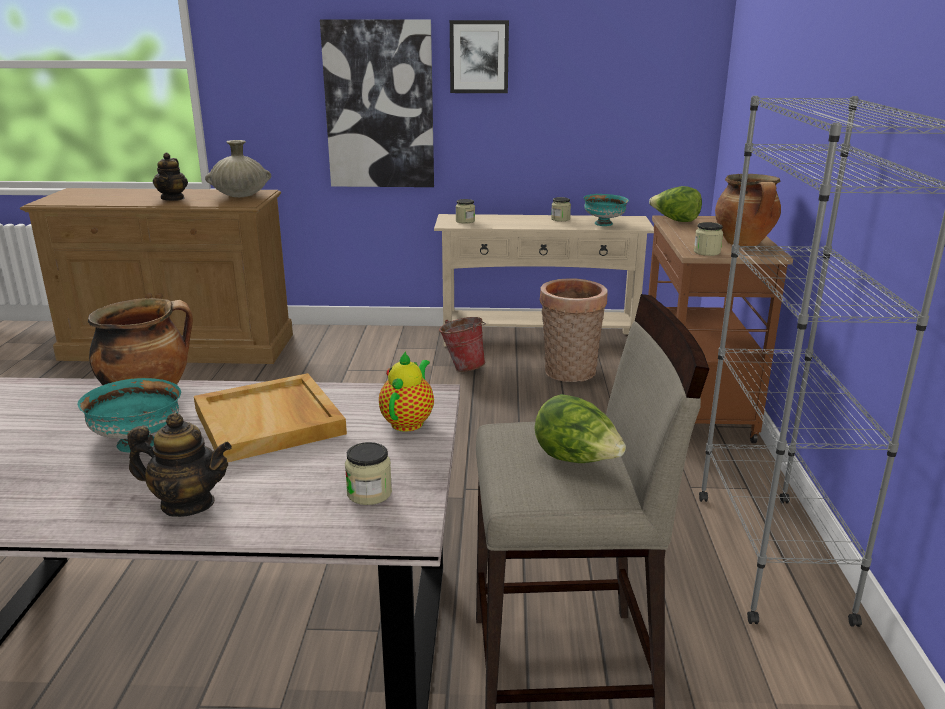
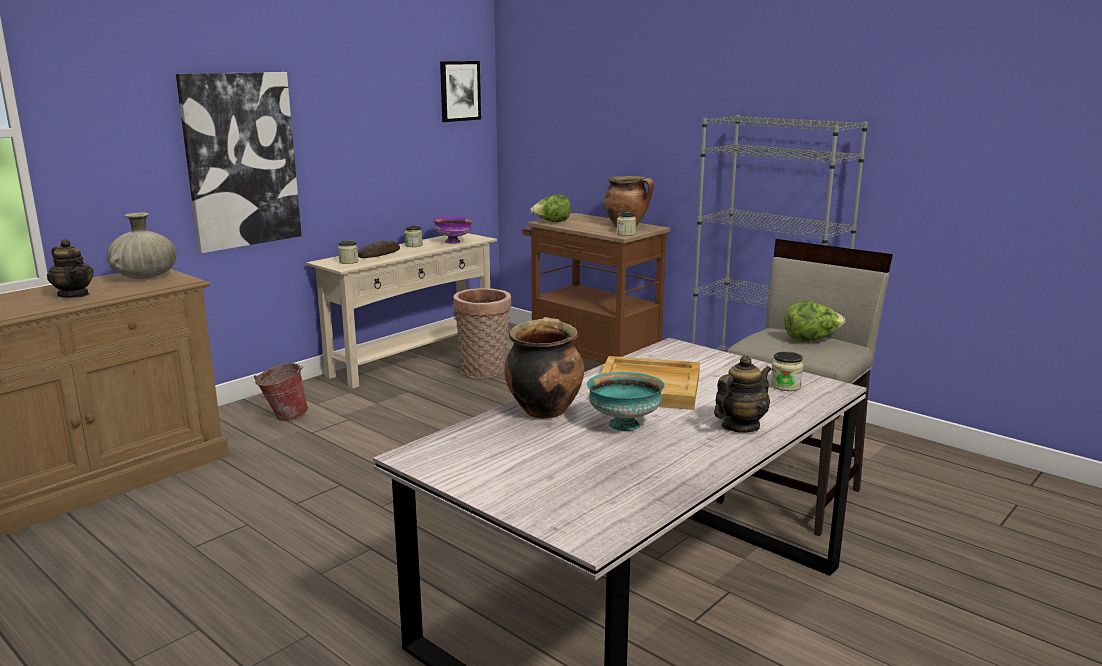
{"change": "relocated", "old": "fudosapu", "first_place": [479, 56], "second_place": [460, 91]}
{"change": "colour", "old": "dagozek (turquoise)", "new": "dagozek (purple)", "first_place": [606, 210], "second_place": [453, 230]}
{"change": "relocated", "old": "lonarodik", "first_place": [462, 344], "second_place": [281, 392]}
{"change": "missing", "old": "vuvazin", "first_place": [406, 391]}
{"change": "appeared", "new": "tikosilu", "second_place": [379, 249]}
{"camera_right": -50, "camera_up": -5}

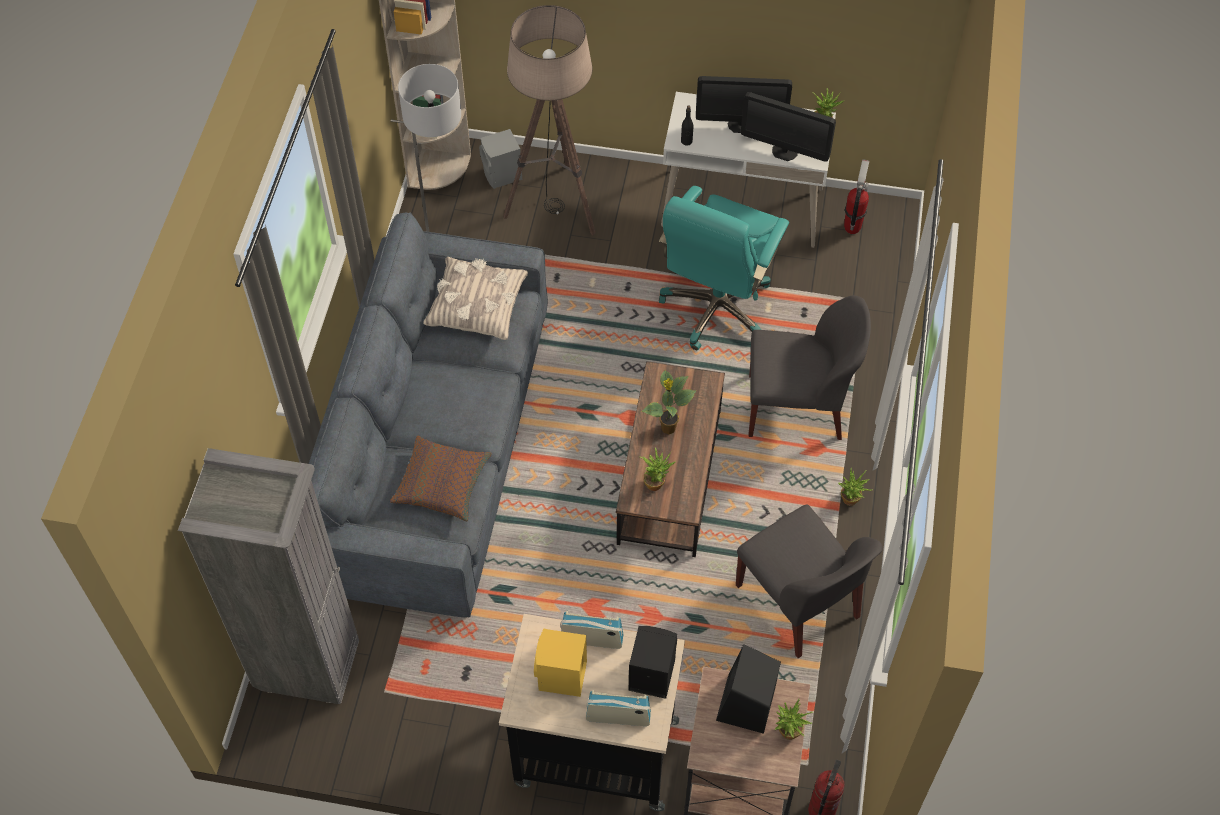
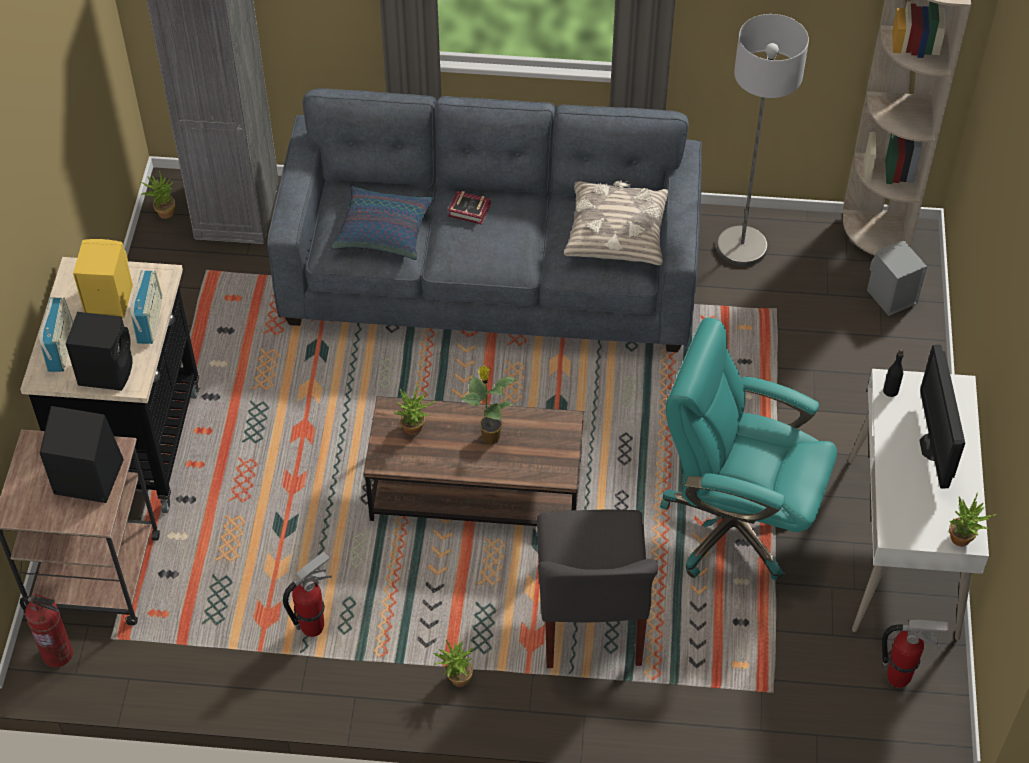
{"change": "missing", "old": "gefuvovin", "first_place": [549, 120]}
{"change": "missing", "old": "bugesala", "first_place": [788, 127]}
{"change": "colour", "old": "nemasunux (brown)", "new": "nemasunux (blue)", "first_place": [441, 478], "second_place": [382, 223]}
{"change": "exchanged", "old": "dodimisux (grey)", "new": "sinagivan", "first_place": [809, 581], "second_place": [307, 594]}
{"change": "relocated", "old": "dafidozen", "first_place": [794, 719], "second_place": [157, 195]}
{"change": "appeared", "new": "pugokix", "second_place": [469, 208]}
{"camera_right": 85, "camera_up": -5}

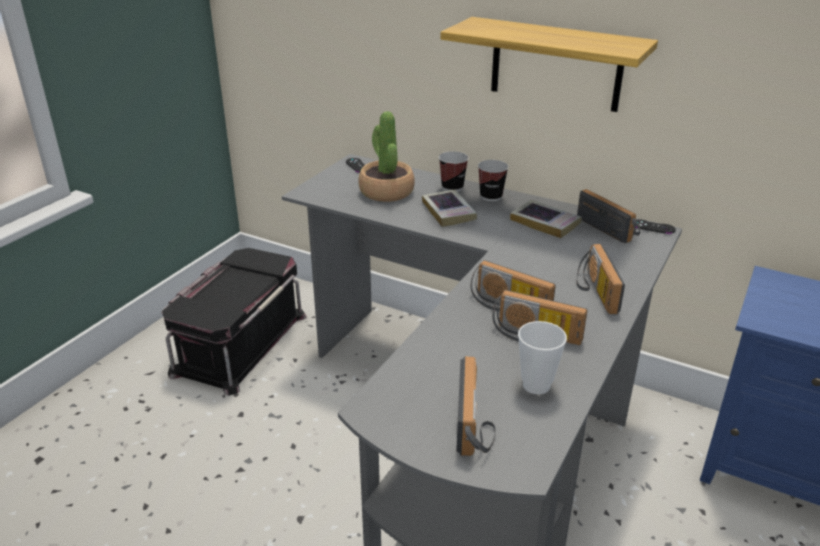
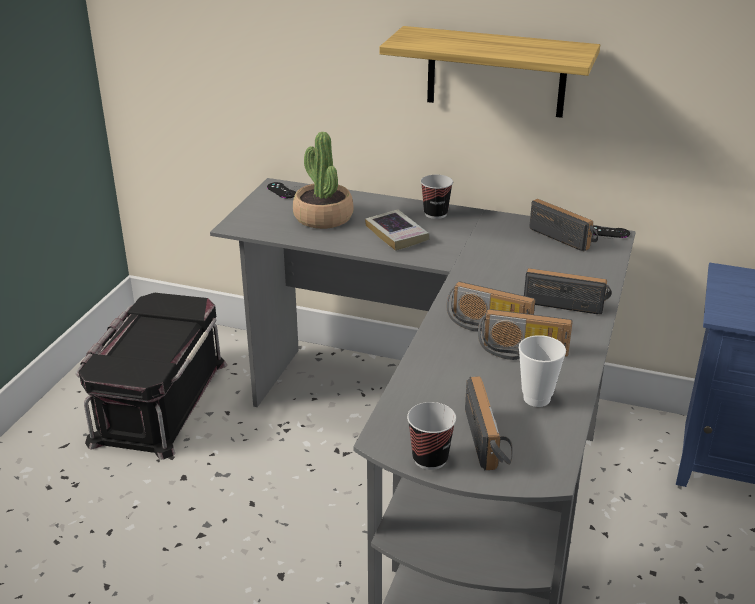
{"change": "relocated", "old": "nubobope", "first_place": [454, 171], "second_place": [431, 436]}
{"change": "missing", "old": "pugokix", "first_place": [546, 219]}
{"change": "spun", "old": "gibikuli", "first_place": [601, 279], "second_place": [568, 291], "degrees": 120}
{"camera_right": -10, "camera_up": 0}

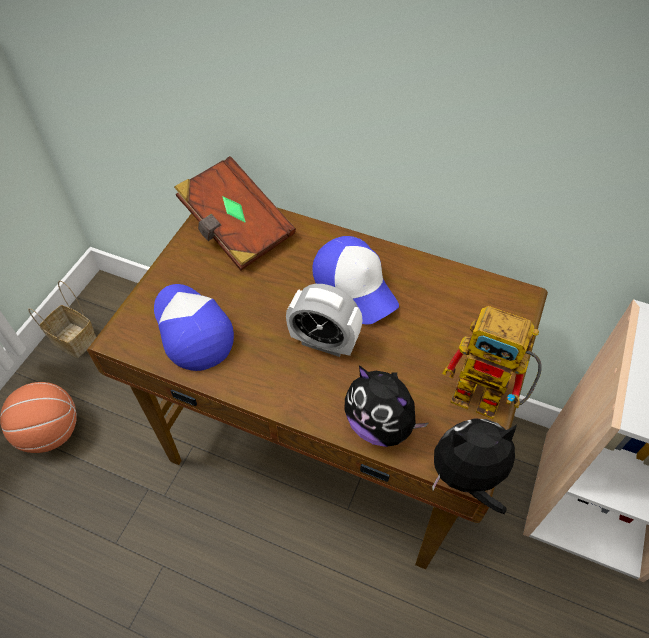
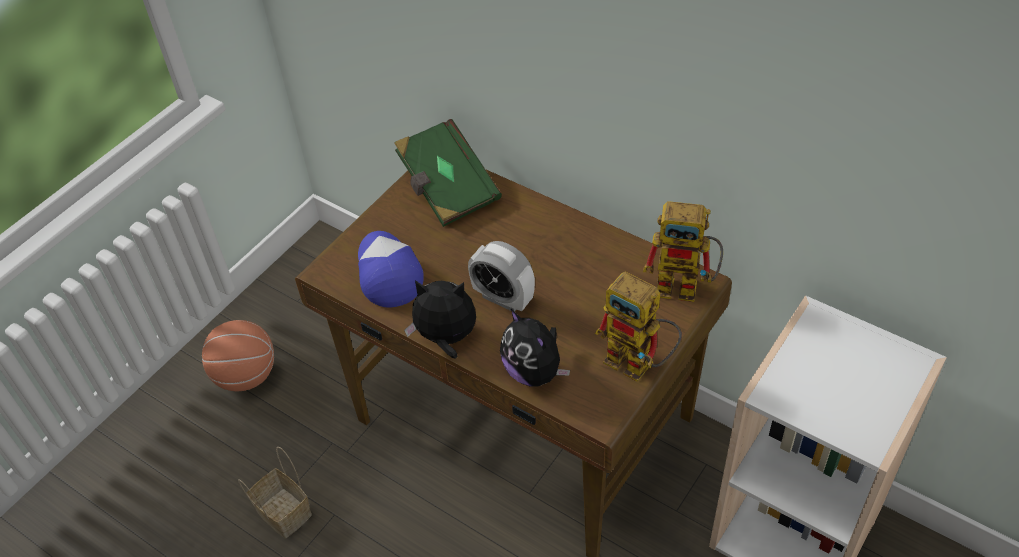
{"change": "colour", "old": "pugokix (brown)", "new": "pugokix (green)", "first_place": [235, 213], "second_place": [448, 173]}
{"change": "missing", "old": "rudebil", "first_place": [355, 280]}
{"change": "relocated", "old": "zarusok", "first_place": [62, 319], "second_place": [275, 492]}
{"change": "relocated", "old": "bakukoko", "first_place": [474, 466], "second_place": [440, 319]}
{"change": "appeared", "new": "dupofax", "second_place": [683, 251]}
{"camera_right": 15, "camera_up": -5}

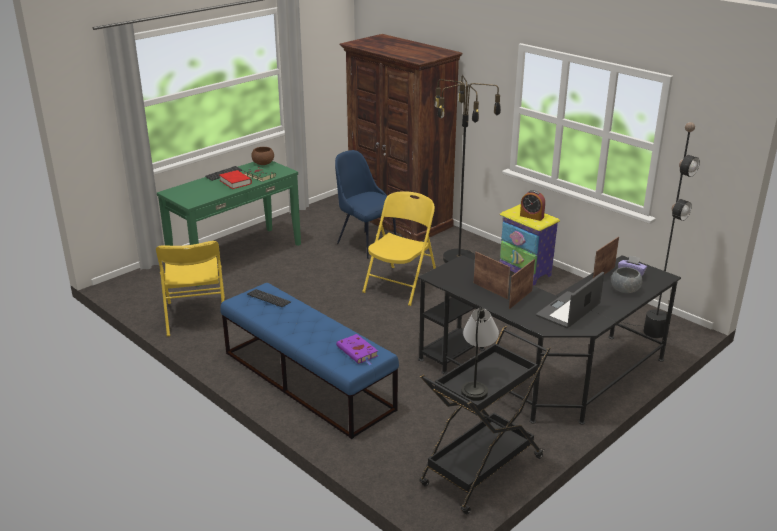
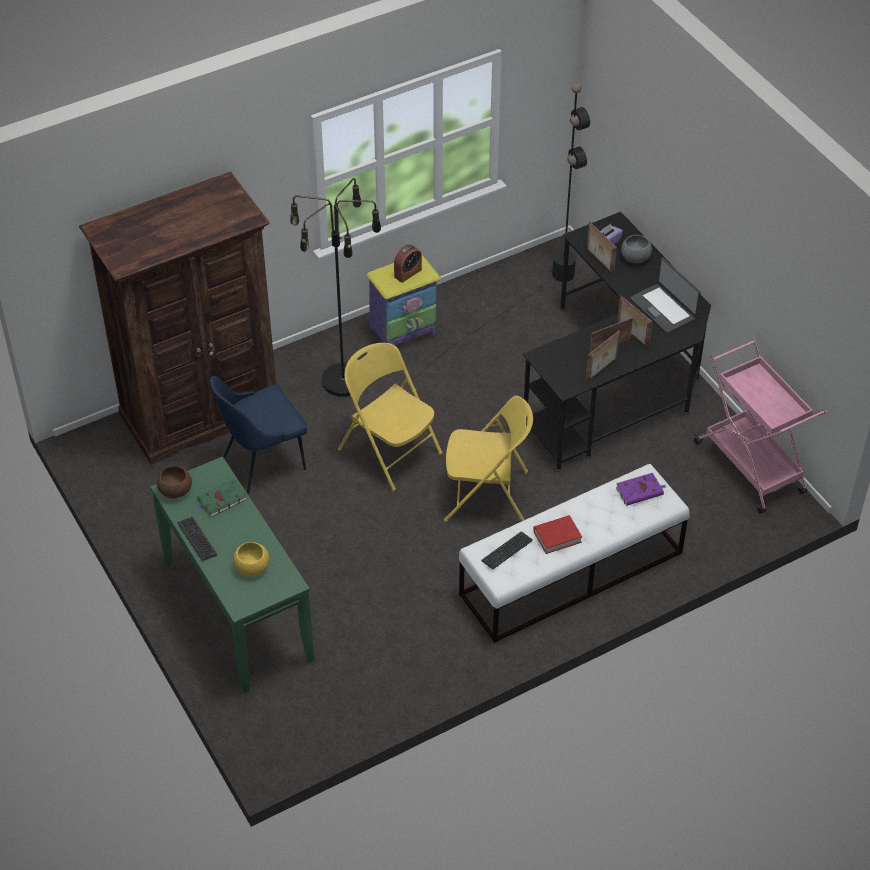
{"change": "relocated", "old": "pugokix (red)", "first_place": [236, 179], "second_place": [557, 534]}
{"change": "relocated", "old": "dodimisux (yellow)", "first_place": [190, 288], "second_place": [488, 459]}
{"change": "colour", "old": "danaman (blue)", "new": "danaman (white)", "first_place": [309, 361], "second_place": [574, 553]}
{"change": "missing", "old": "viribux", "first_place": [480, 354]}
{"change": "colour", "old": "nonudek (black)", "new": "nonudek (pink)", "first_place": [485, 420], "second_place": [760, 425]}
{"change": "appeared", "new": "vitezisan", "second_place": [602, 356]}
{"change": "appeared", "new": "dagozek (yellow)", "second_place": [251, 559]}
{"camera_right": -75, "camera_up": 20}

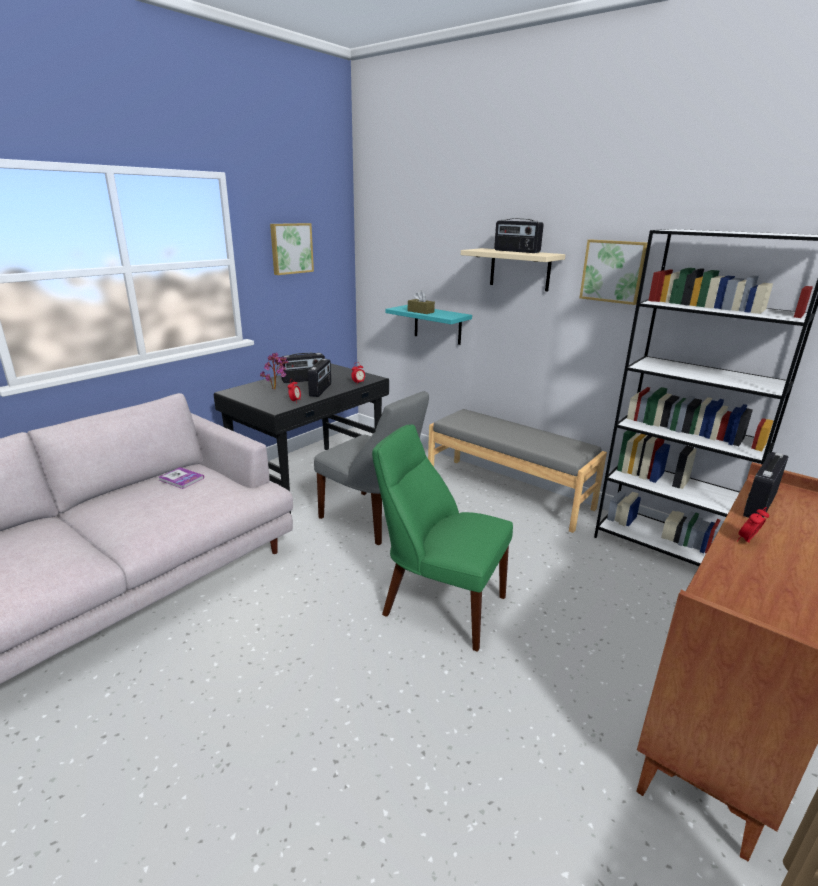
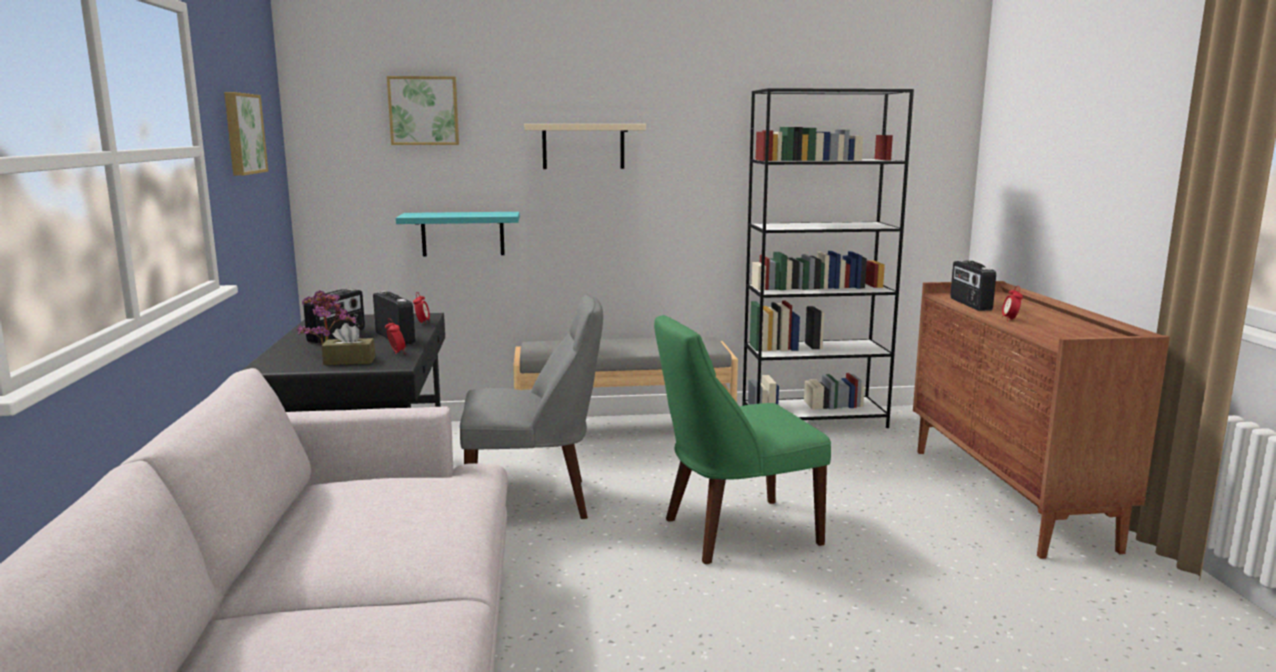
{"change": "missing", "old": "gibikuli", "first_place": [519, 235]}
{"change": "relocated", "old": "fudosapu", "first_place": [614, 272], "second_place": [423, 110]}
{"change": "relocated", "old": "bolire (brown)", "first_place": [421, 302], "second_place": [348, 344]}
{"change": "missing", "old": "pugokix", "first_place": [181, 478]}
{"camera_right": -45, "camera_up": -10}

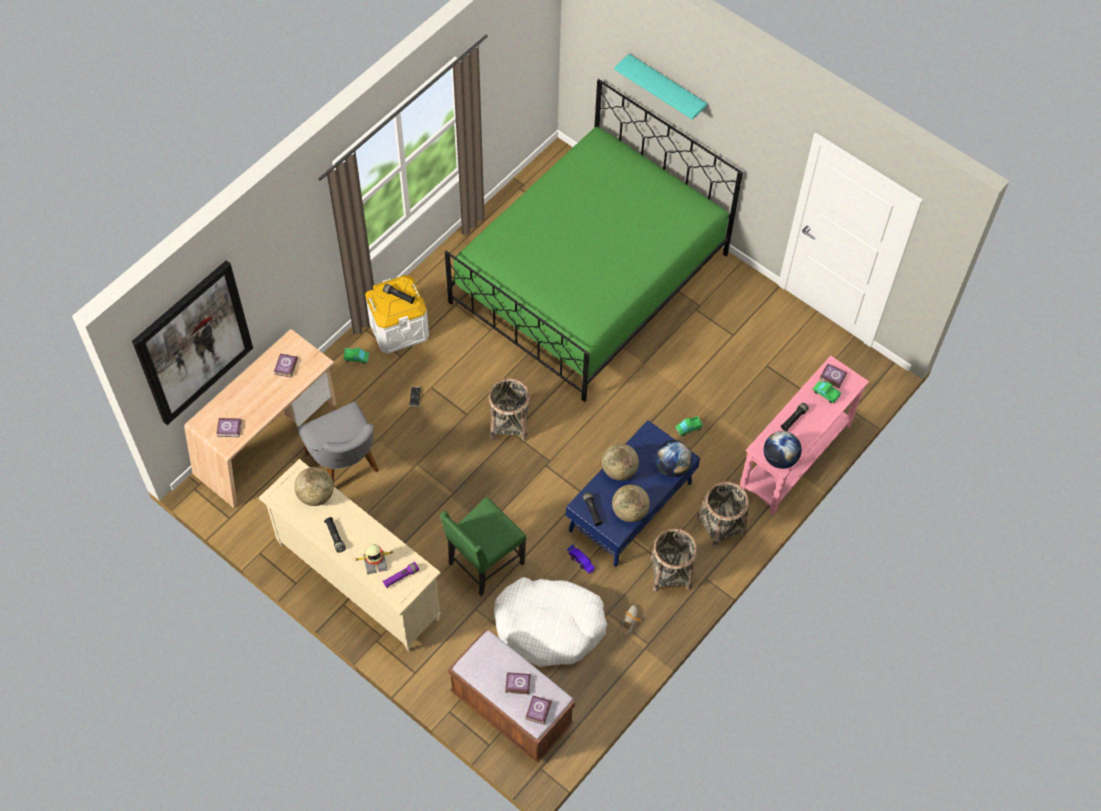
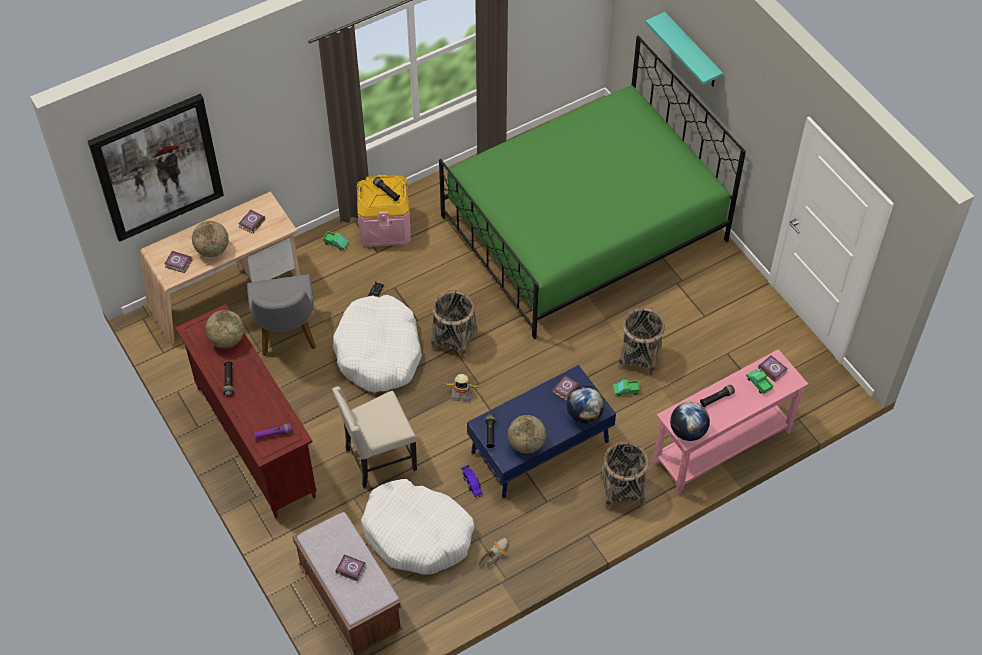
{"change": "colour", "old": "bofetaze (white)", "new": "bofetaze (pink)", "first_place": [397, 314], "second_place": [384, 211]}
{"change": "relocated", "old": "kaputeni", "first_place": [620, 461], "second_place": [210, 239]}
{"change": "colour", "old": "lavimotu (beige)", "new": "lavimotu (red)", "first_place": [350, 555], "second_place": [246, 411]}
{"change": "colour", "old": "dodimisux (green)", "new": "dodimisux (beige)", "first_place": [483, 546], "second_place": [374, 437]}
{"change": "relocated", "old": "zarusok", "first_place": [673, 560], "second_place": [641, 341]}
{"change": "relocated", "old": "dupofax", "first_place": [375, 559], "second_place": [461, 388]}
{"change": "relocated", "old": "pugokix", "first_place": [539, 710], "second_place": [566, 388]}
{"change": "appeared", "new": "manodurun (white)", "second_place": [377, 344]}
{"camera_right": 20, "camera_up": -5}

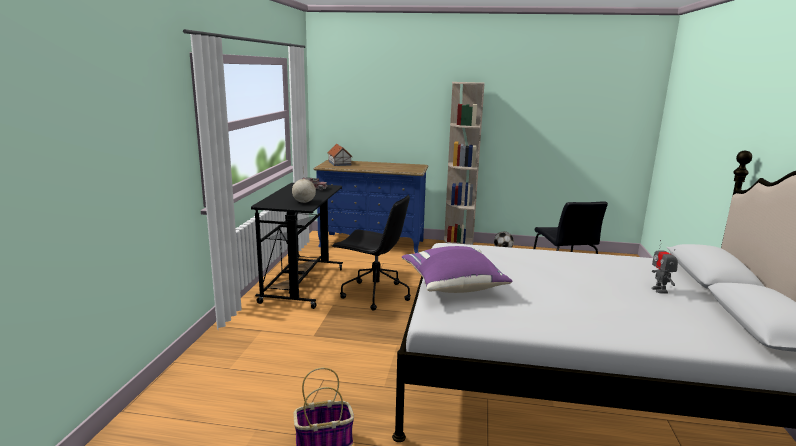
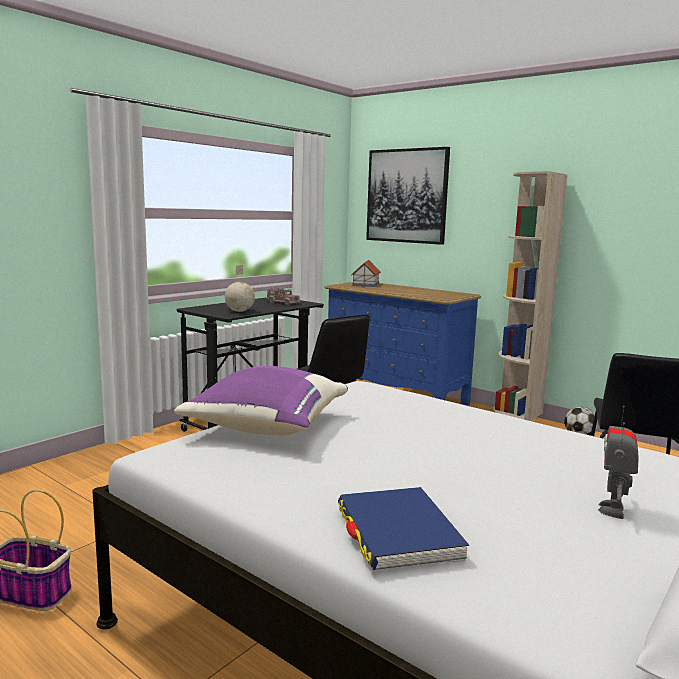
{"change": "appeared", "new": "fudosapu", "second_place": [408, 196]}
{"change": "appeared", "new": "pugokix (blue)", "second_place": [403, 528]}
{"camera_right": 30, "camera_up": -5}

